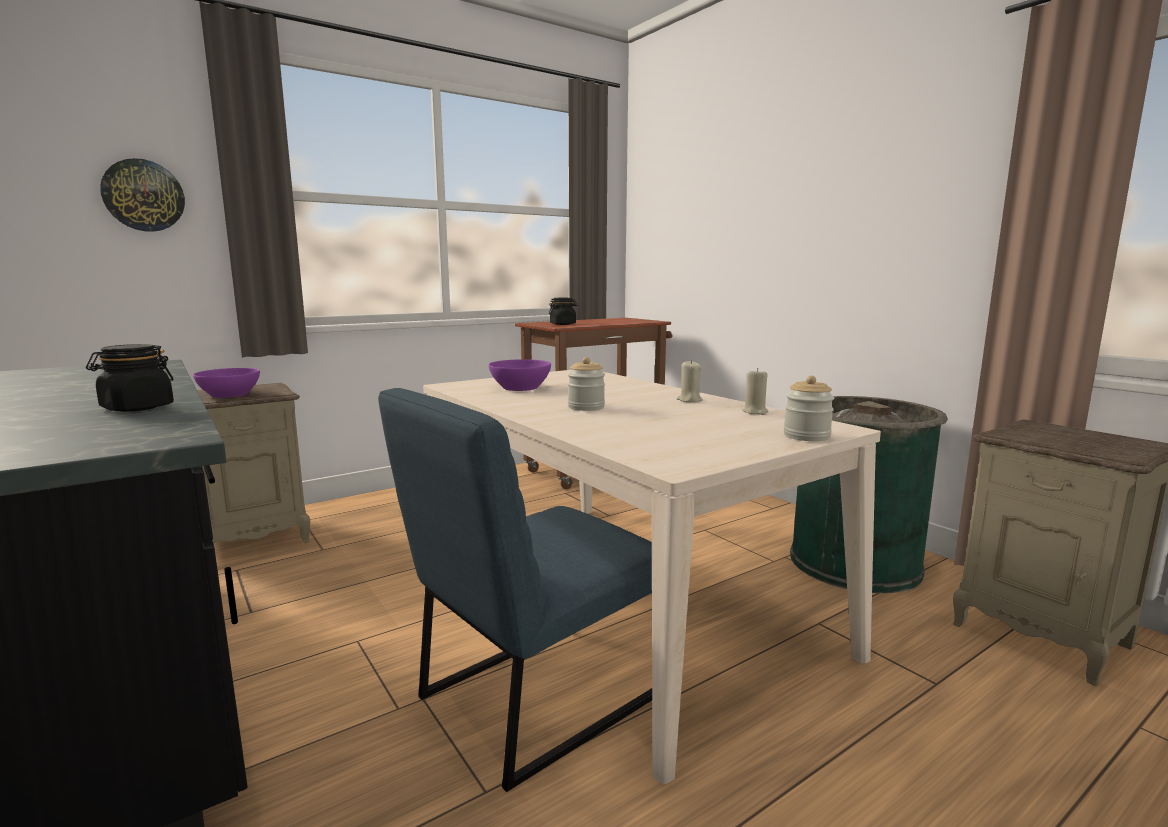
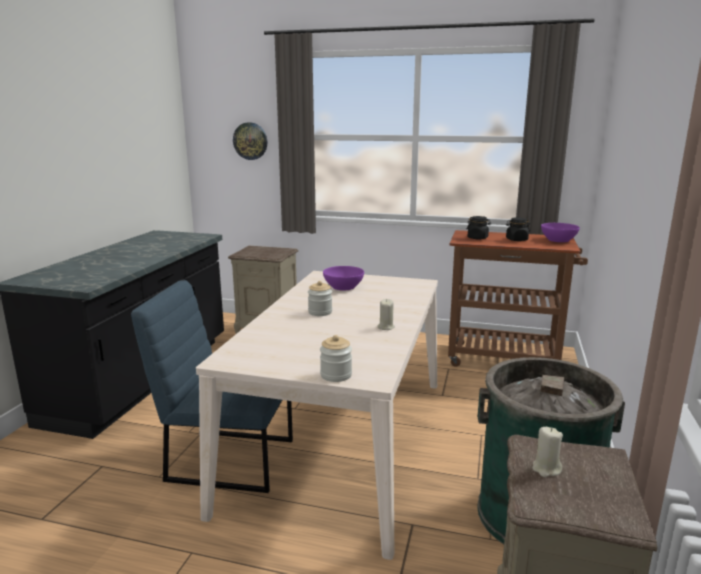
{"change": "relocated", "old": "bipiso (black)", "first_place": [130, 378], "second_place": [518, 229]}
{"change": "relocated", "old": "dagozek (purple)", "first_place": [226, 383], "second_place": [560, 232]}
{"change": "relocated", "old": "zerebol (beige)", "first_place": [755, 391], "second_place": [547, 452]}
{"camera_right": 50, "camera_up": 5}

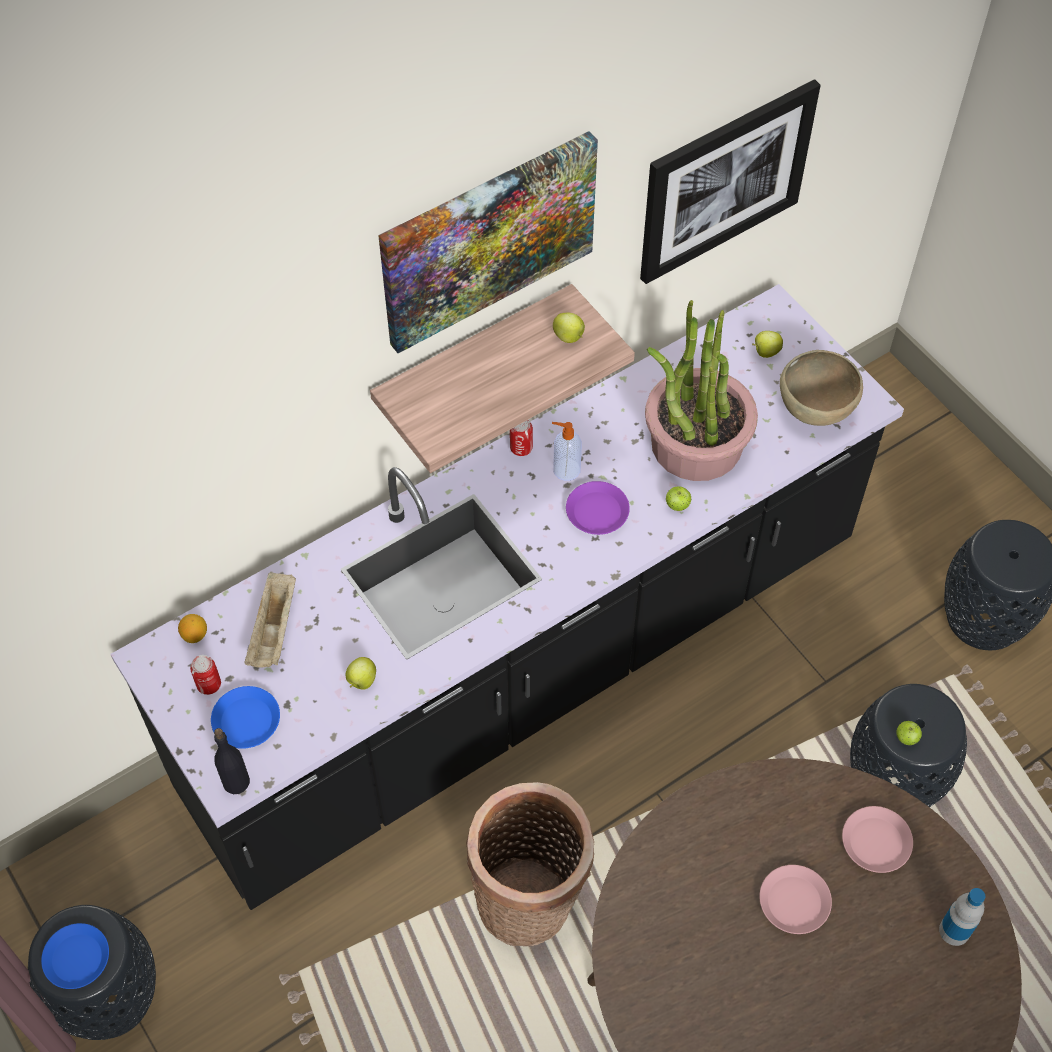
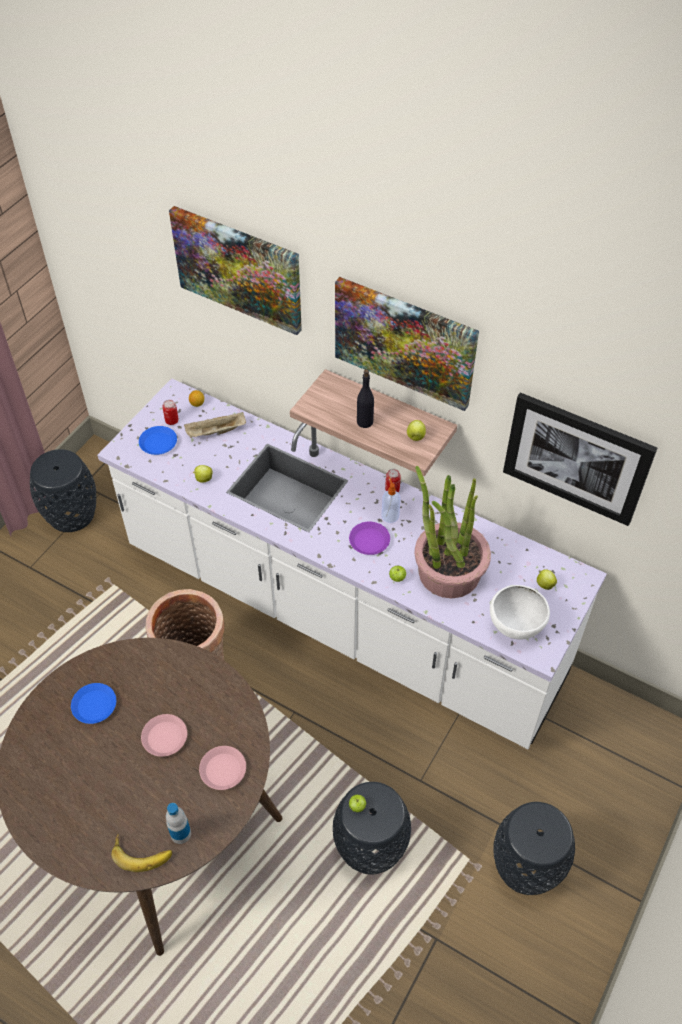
{"change": "colour", "old": "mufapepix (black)", "new": "mufapepix (white)", "first_place": [507, 597], "second_place": [352, 563]}
{"change": "colour", "old": "dagozek (brown)", "new": "dagozek (white)", "first_place": [821, 388], "second_place": [520, 612]}
{"change": "relocated", "old": "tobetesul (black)", "first_place": [232, 761], "second_place": [365, 398]}
{"change": "relocated", "old": "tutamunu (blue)", "first_place": [75, 956], "second_place": [93, 703]}
{"change": "appeared", "new": "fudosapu", "second_place": [235, 270]}
{"change": "appeared", "new": "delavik", "second_place": [141, 852]}
{"camera_right": 65, "camera_up": -5}

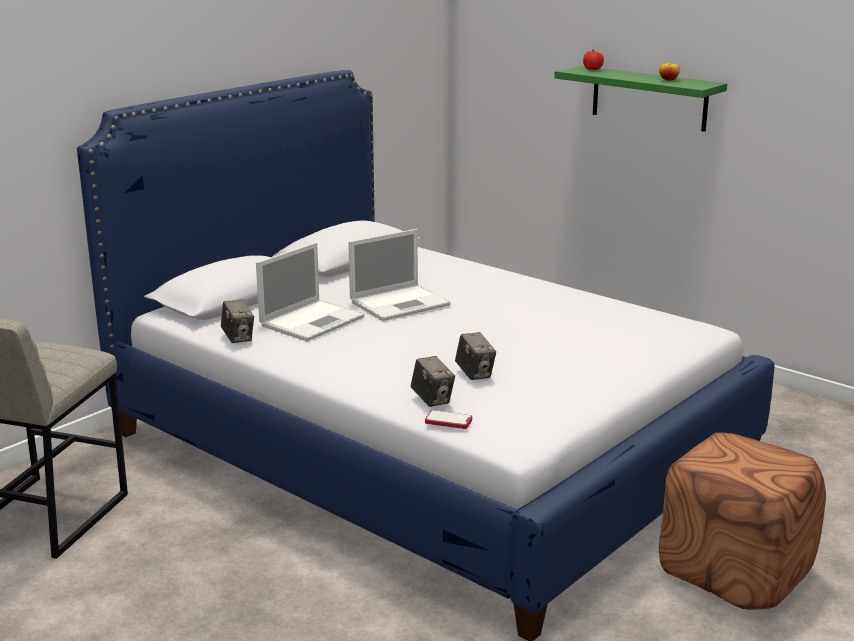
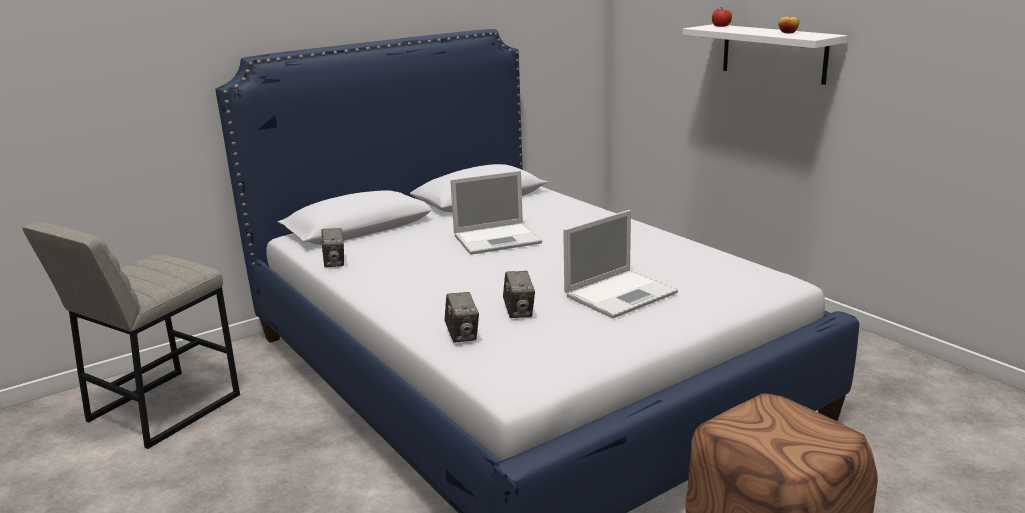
{"change": "colour", "old": "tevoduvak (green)", "new": "tevoduvak (white)", "first_place": [640, 99], "second_place": [765, 54]}
{"change": "relocated", "old": "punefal", "first_place": [310, 291], "second_place": [620, 264]}
{"change": "missing", "old": "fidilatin", "first_place": [448, 419]}
{"camera_right": 15, "camera_up": 0}

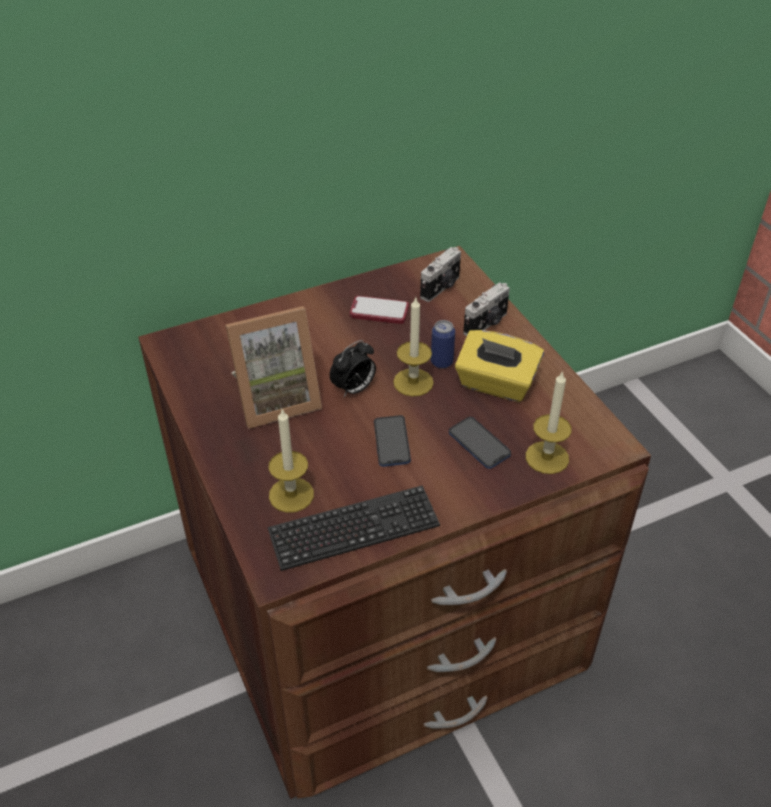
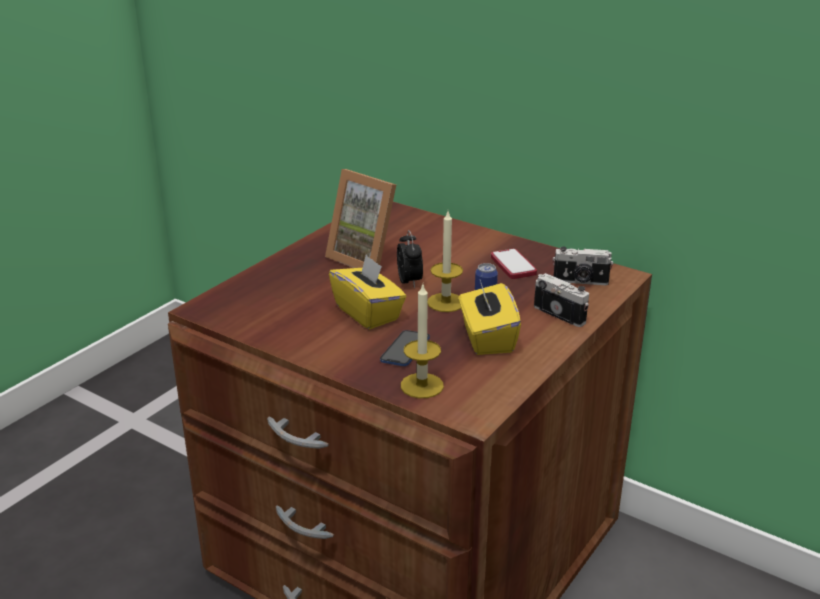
{"change": "spun", "old": "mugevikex", "first_place": [486, 309], "second_place": [561, 300], "degrees": -150}
{"change": "spun", "old": "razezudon", "first_place": [353, 368], "second_place": [410, 259], "degrees": -120}
{"change": "missing", "old": "zerebol", "first_place": [291, 461]}
{"change": "exchanged", "old": "fidilatin", "new": "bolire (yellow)", "first_place": [392, 441], "second_place": [367, 291]}
{"change": "missing", "old": "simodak", "first_place": [354, 528]}
{"camera_right": 60, "camera_up": -15}

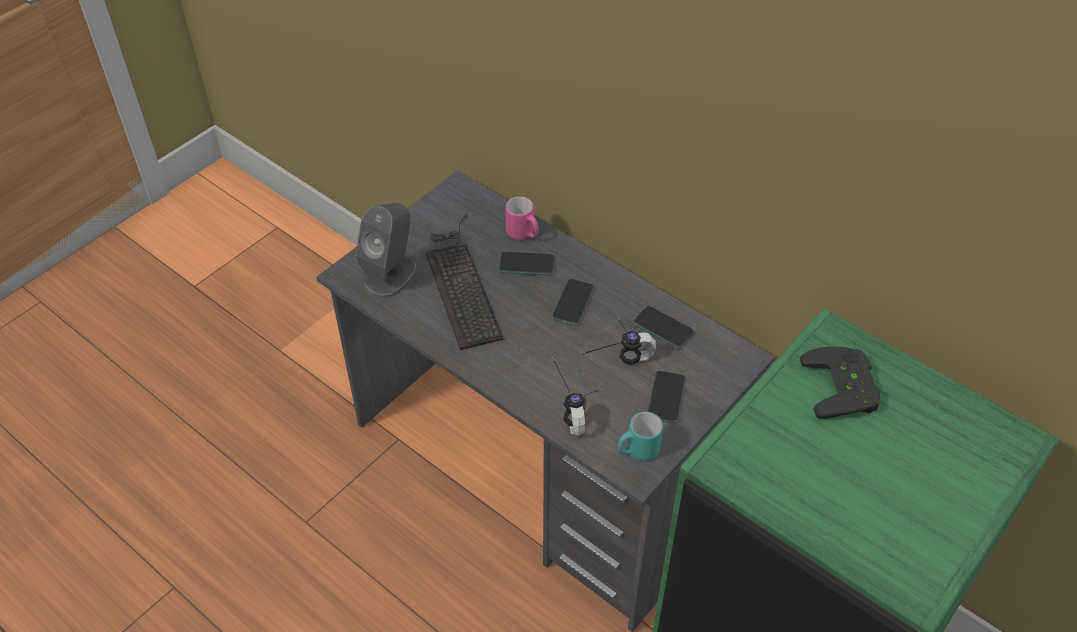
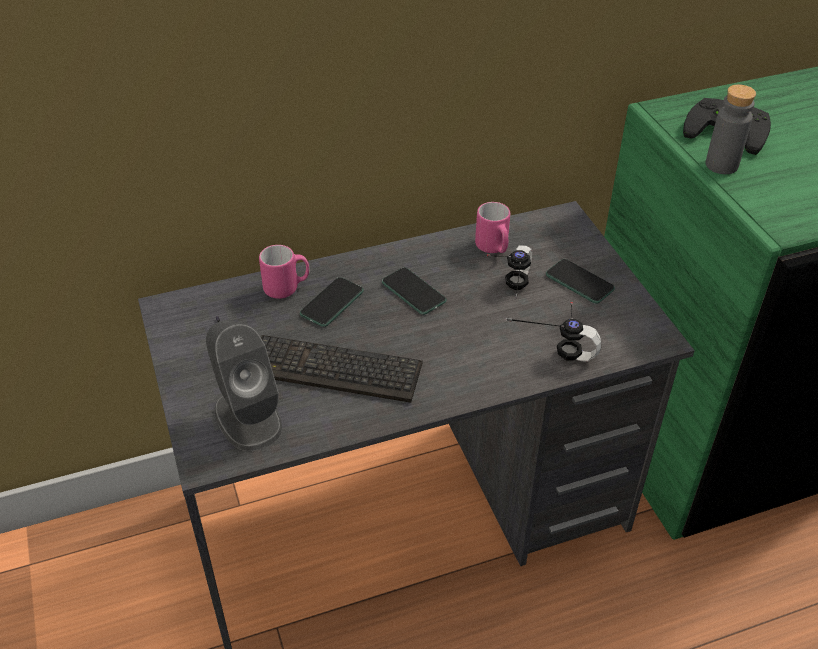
{"change": "exchanged", "old": "fidilatin", "new": "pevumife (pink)", "first_place": [664, 327], "second_place": [492, 227]}
{"change": "missing", "old": "pevumife (turquoise)", "first_place": [640, 436]}
{"change": "appeared", "new": "tobetesul (grey)", "second_place": [731, 129]}
{"camera_right": -60, "camera_up": -5}

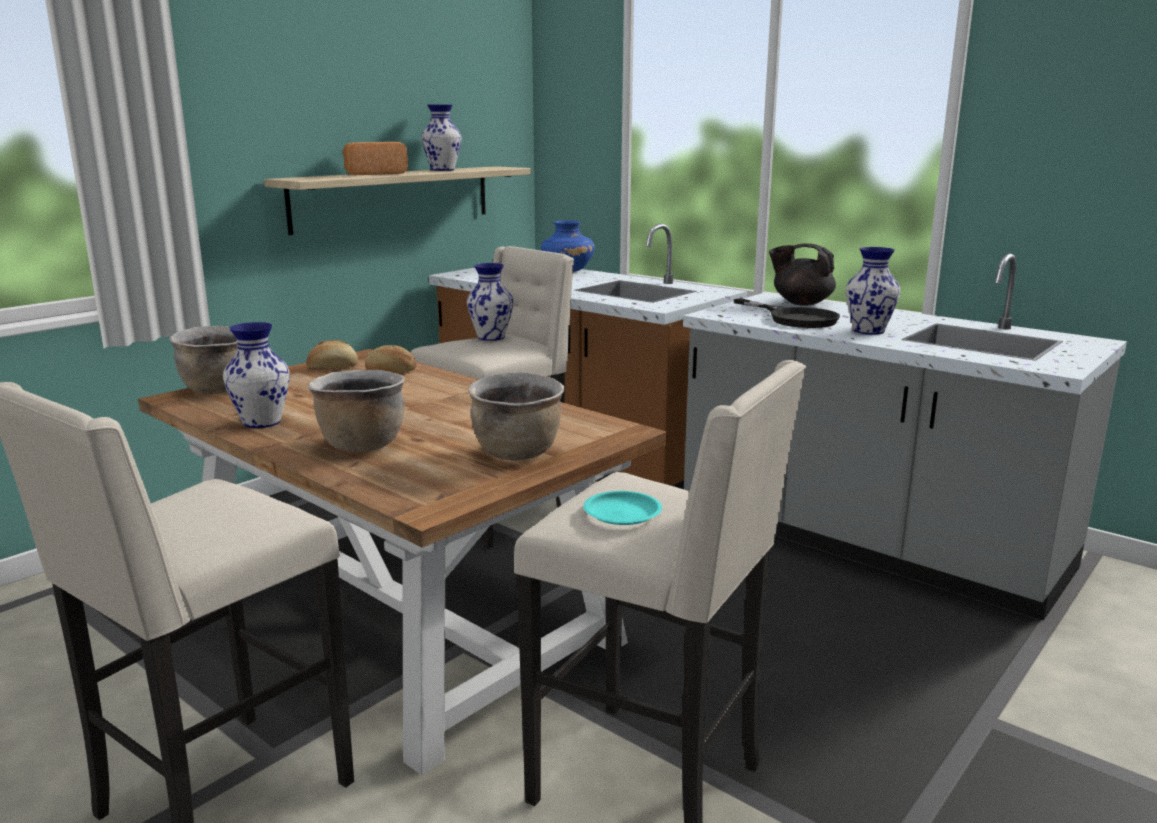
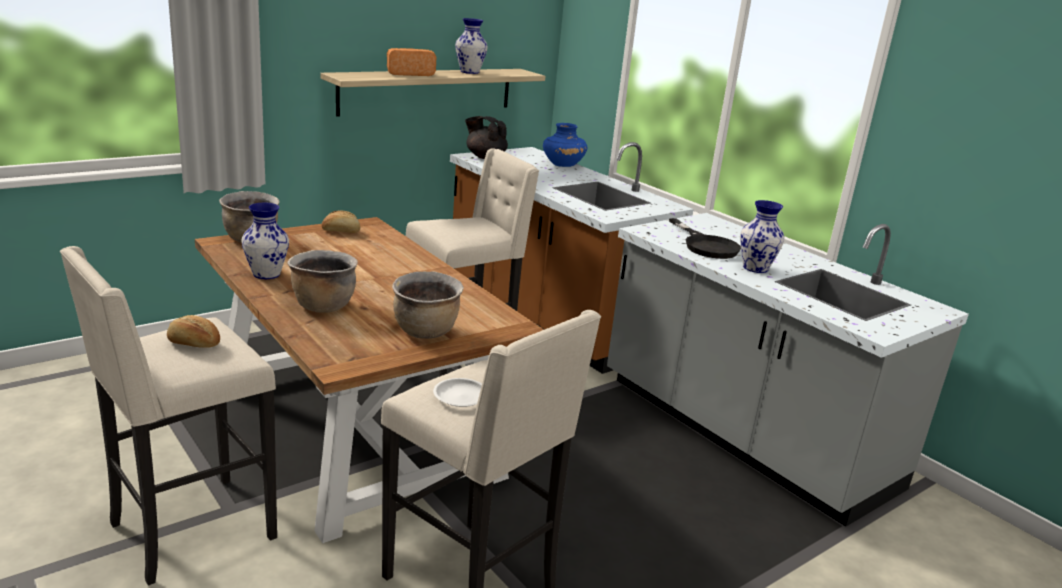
{"change": "relocated", "old": "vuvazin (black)", "first_place": [802, 274], "second_place": [486, 137]}
{"change": "missing", "old": "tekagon", "first_place": [490, 302]}
{"change": "relocated", "old": "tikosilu", "first_place": [390, 358], "second_place": [193, 331]}
{"change": "colour", "old": "tutamunu (turquoise)", "new": "tutamunu (white)", "first_place": [622, 508], "second_place": [457, 392]}
{"camera_right": 10, "camera_up": 5}

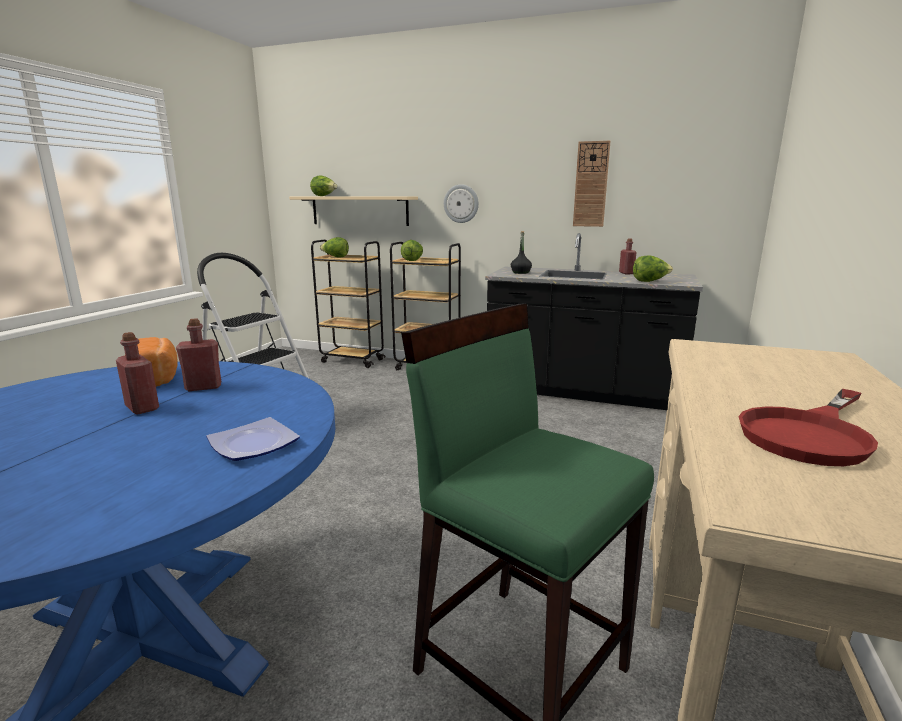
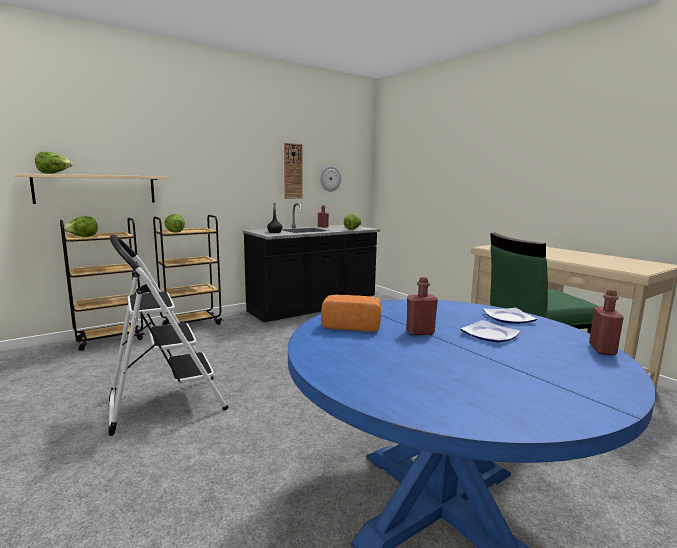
{"change": "relocated", "old": "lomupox", "first_place": [461, 203], "second_place": [330, 179]}
{"change": "relocated", "old": "tobetesul (red)", "first_place": [198, 355], "second_place": [606, 322]}
{"change": "missing", "old": "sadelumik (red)", "first_place": [808, 427]}
{"change": "appeared", "new": "tutamunu", "second_place": [490, 331]}
{"camera_right": -55, "camera_up": -5}

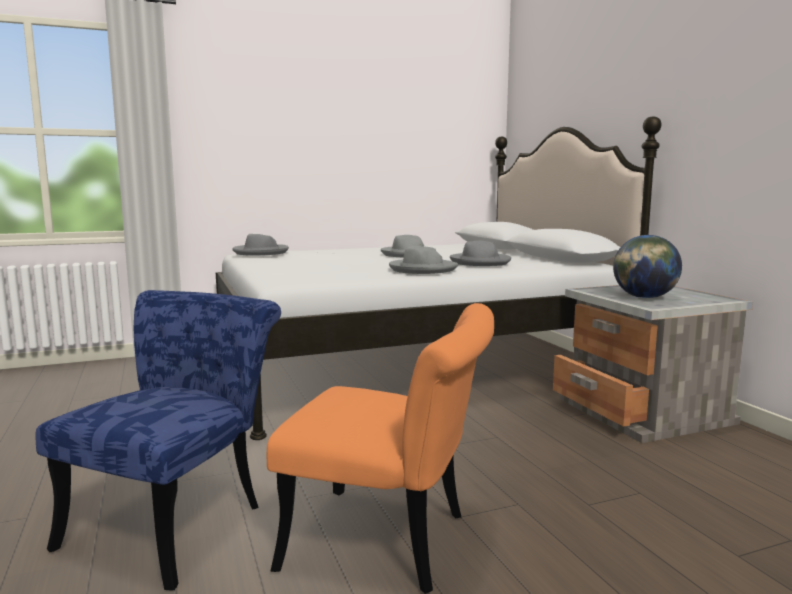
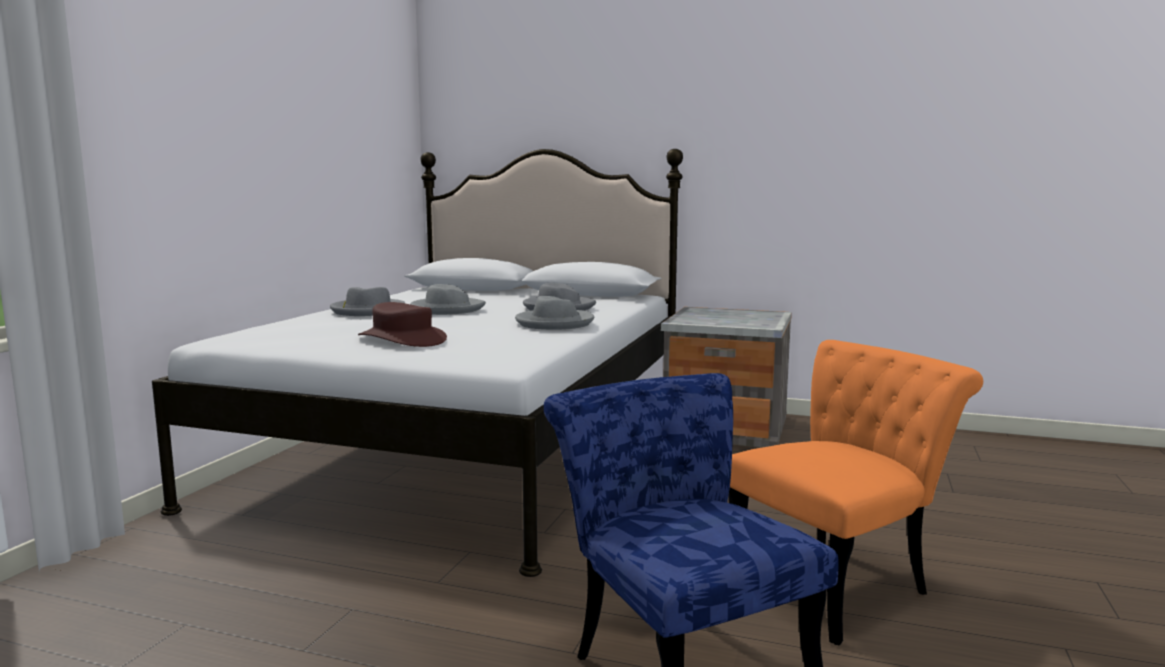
{"change": "relocated", "old": "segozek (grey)", "first_place": [260, 245], "second_place": [367, 301]}
{"change": "missing", "old": "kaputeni", "first_place": [647, 266]}
{"change": "appeared", "new": "segozek (brown)", "second_place": [402, 324]}
{"camera_right": -50, "camera_up": 0}

